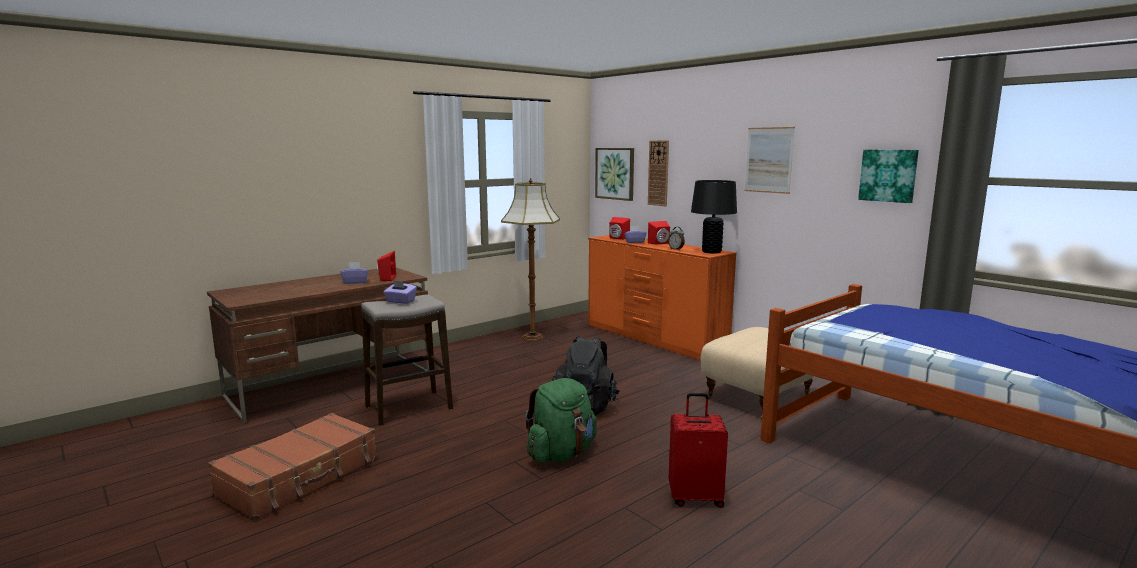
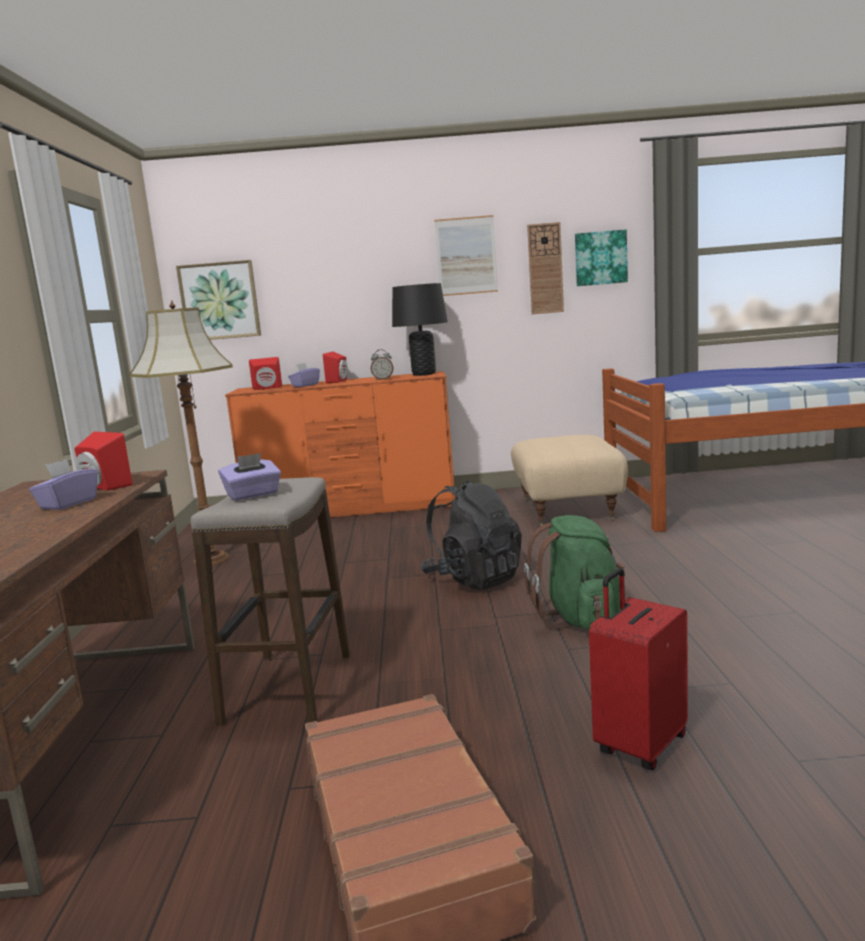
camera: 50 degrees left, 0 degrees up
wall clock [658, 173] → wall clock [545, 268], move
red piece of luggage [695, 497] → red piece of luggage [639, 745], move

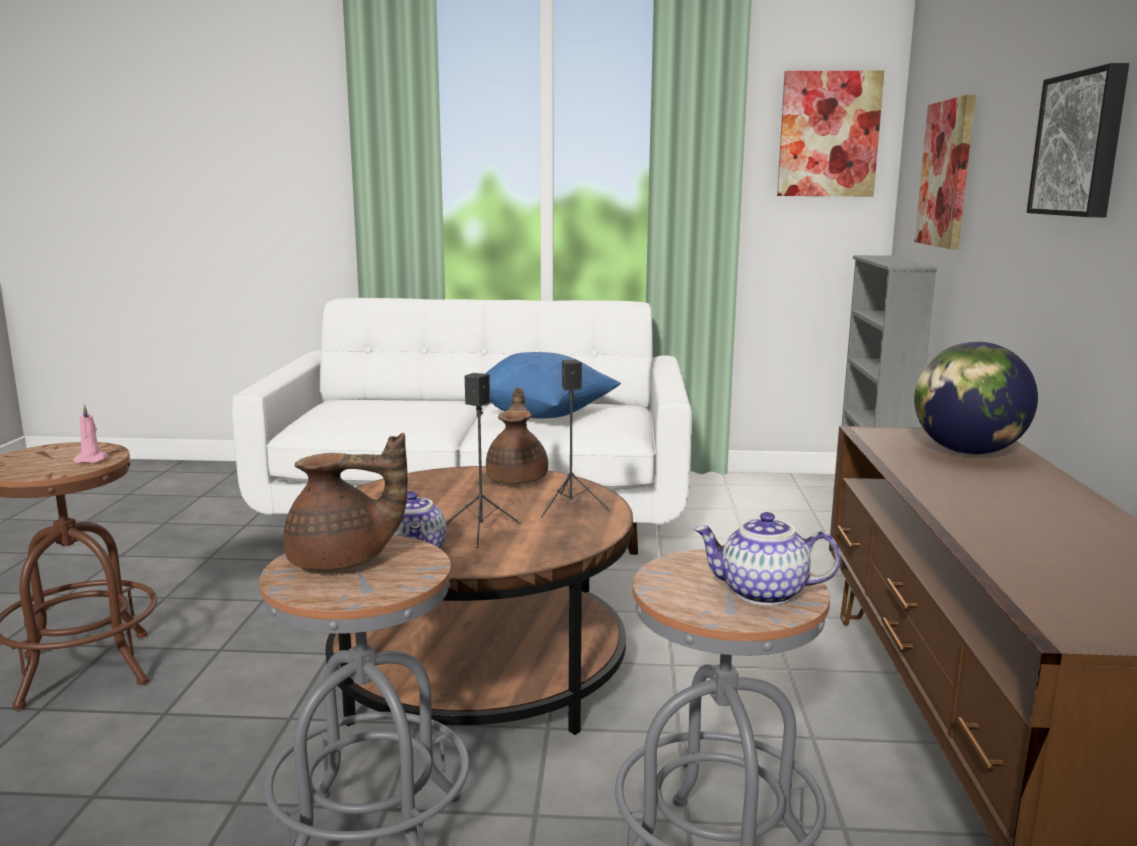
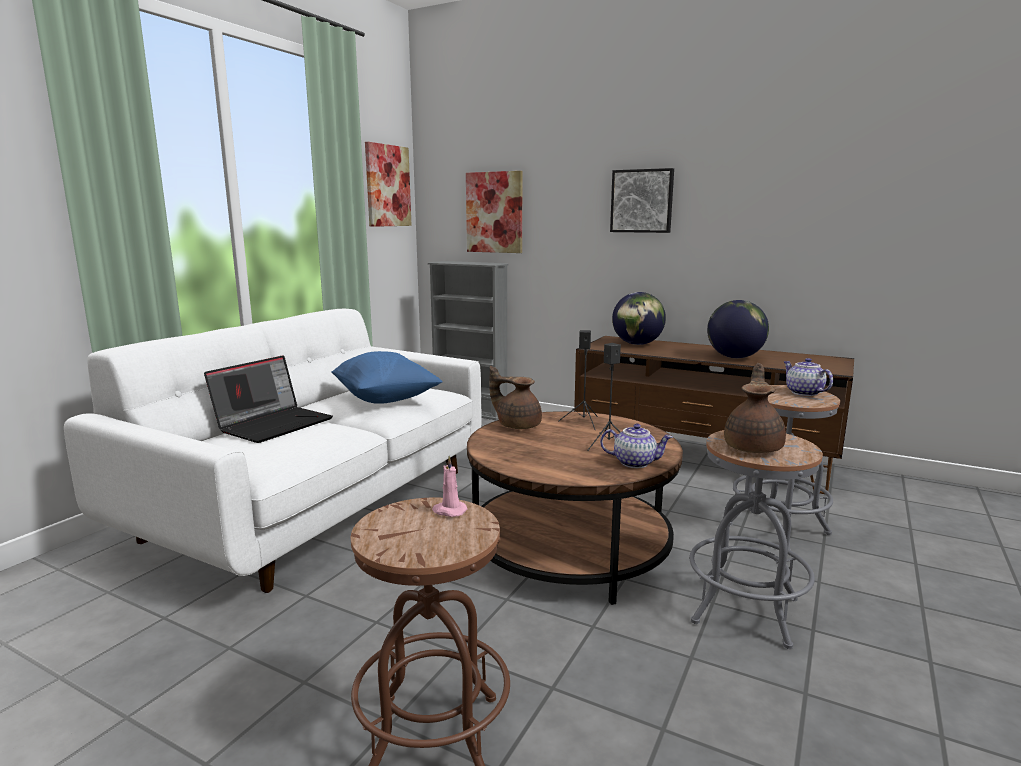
camera: 65 degrees left, 0 degrees up
- → portable computer [274, 424]
- → desk globe [735, 357]
pot for tea [762, 594] → pot for tea [803, 393], 120 degrees clockwise

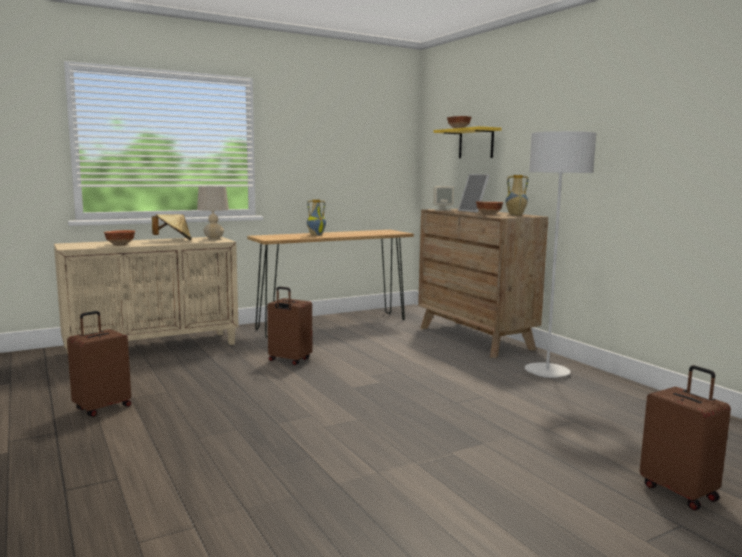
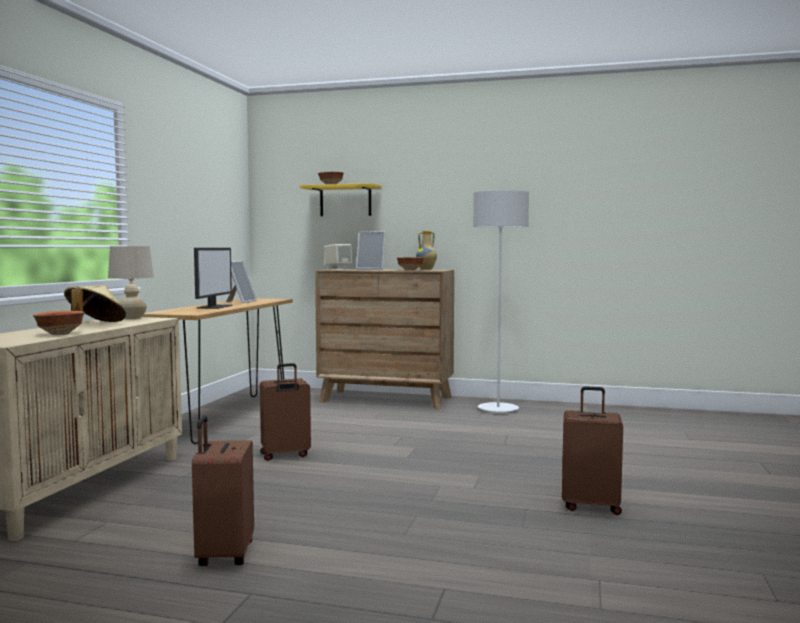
camera: 45 degrees left, 5 degrees down
- → standing frame [240, 302]
brown-coloured piece of luggage [680, 492] → brown-coloured piece of luggage [591, 505], move
vase [316, 235] → computer screen [214, 307]

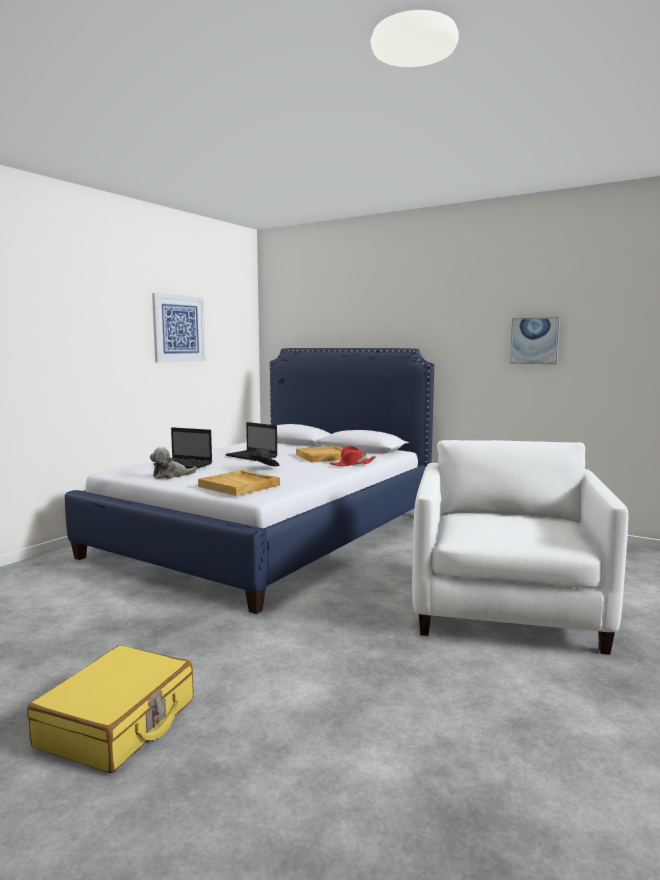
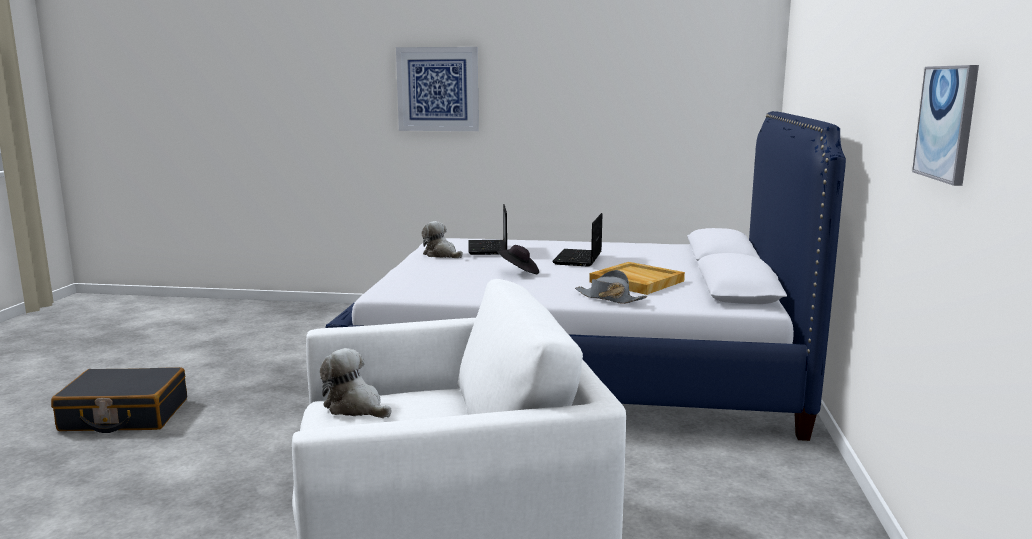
camera: 65 degrees right, 5 degrees up
beige-coloured carrying tray [240, 486] → -
- → plush toy [355, 407]
picture [179, 328] → picture [438, 89], move
yellow-coloured piece of luggage [118, 723] → black piece of luggage [124, 415]
red clothing hat [353, 464] → grey clothing hat [609, 298]

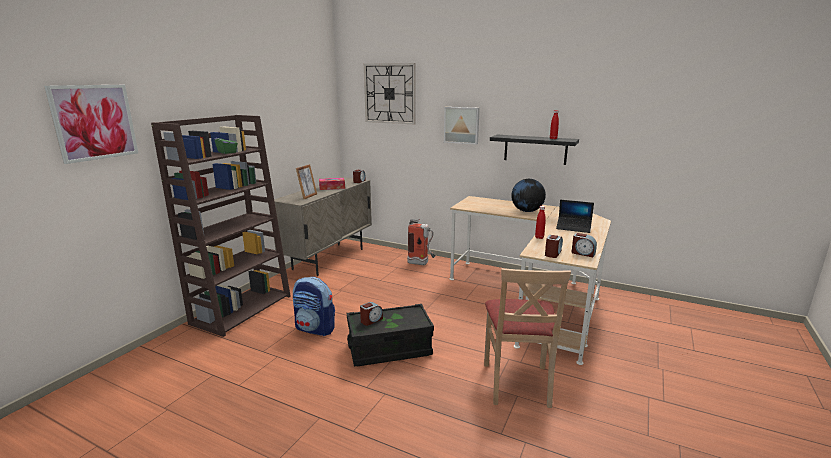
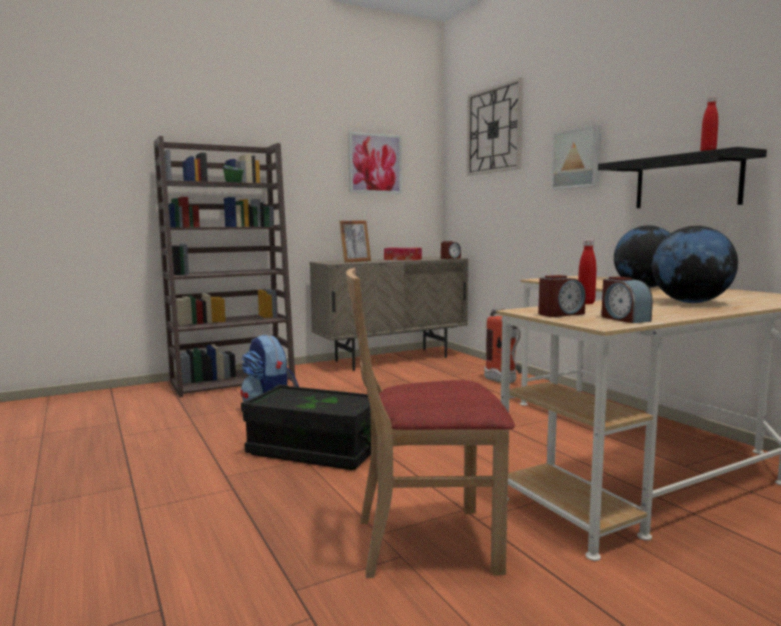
camera: 35 degrees right, 10 degrees down
table clock [371, 320] → -
picture [94, 122] → picture [375, 163], move
portable computer [573, 228] → desk globe [690, 302]
beige-coloured chair [517, 383] → beige-coloured chair [426, 542], 45 degrees clockwise

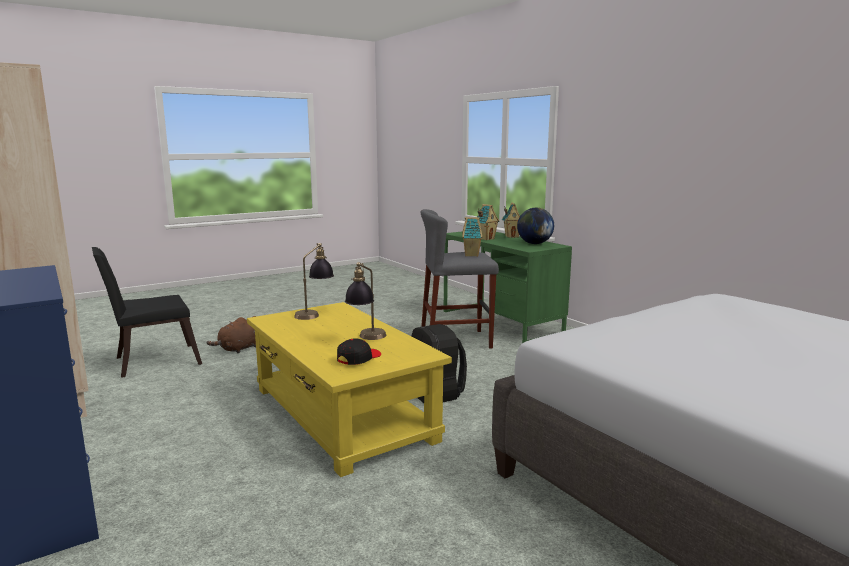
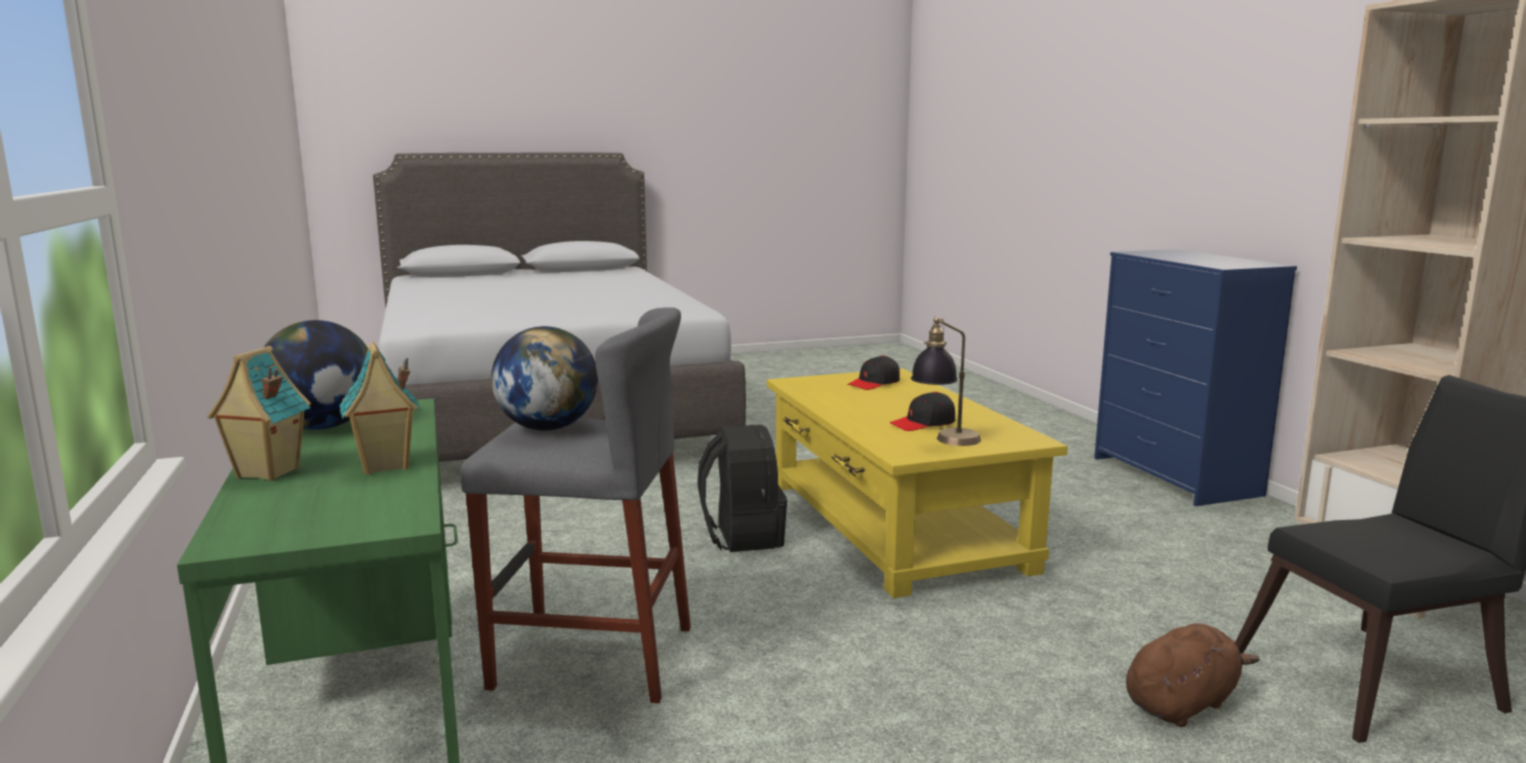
camera: 165 degrees left, 0 degrees up
lamp for a table [366, 339] → -
- → black cap [923, 423]
toy house [472, 255] → desk globe [547, 428]

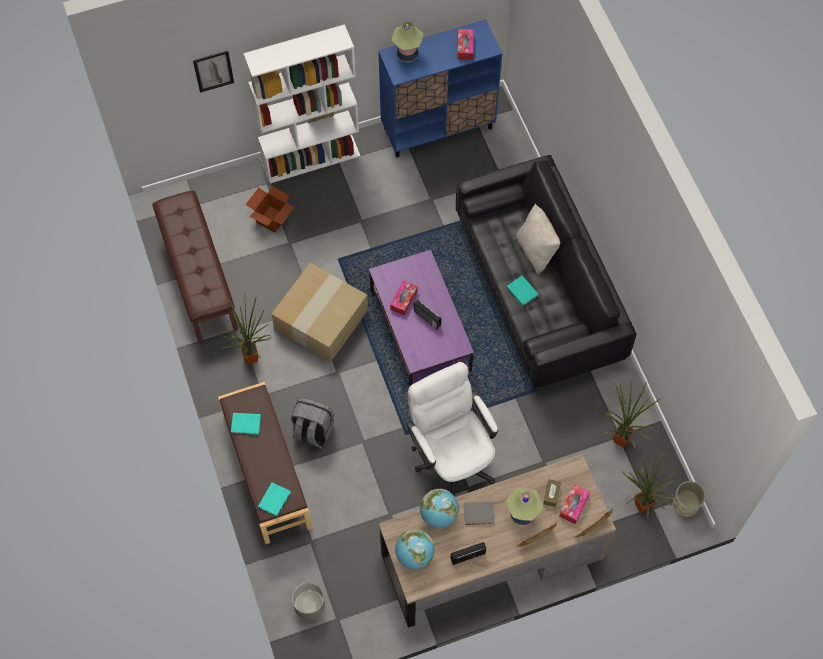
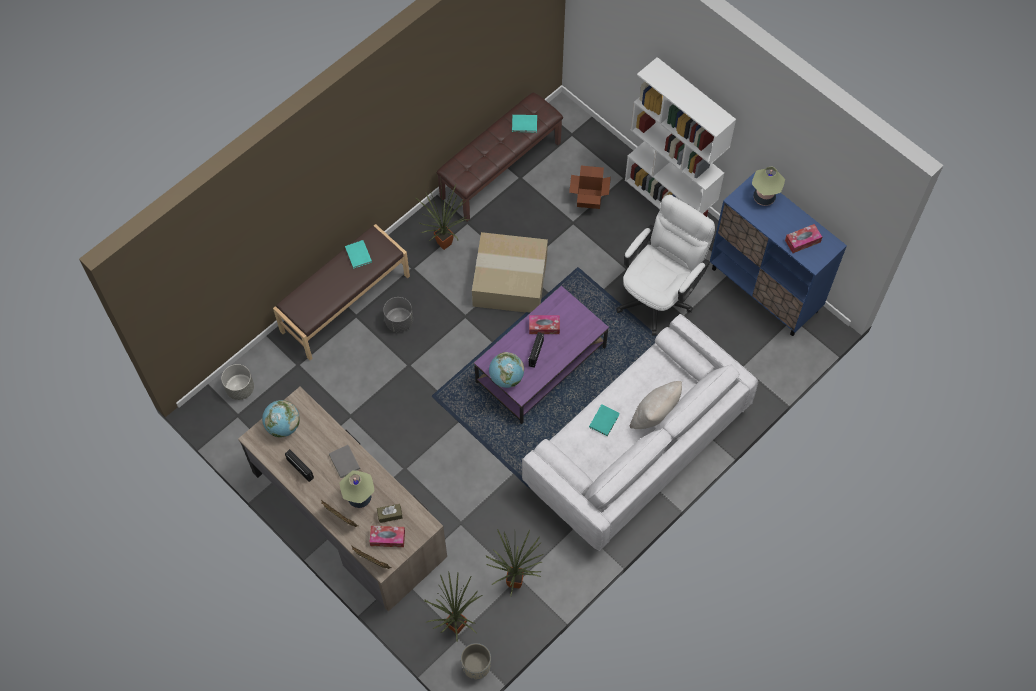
camera: 65 degrees right, 0 degrees up
picture [213, 71] → -
blue-green book [275, 499] → blue-green book [525, 124], move
white desk chair [451, 456] → white desk chair [659, 294], move
desk globe [439, 515] → desk globe [506, 378], move
grey rucksack [312, 431] → grey flower pot [399, 321]
black sofa [538, 290] → white sofa [636, 447]

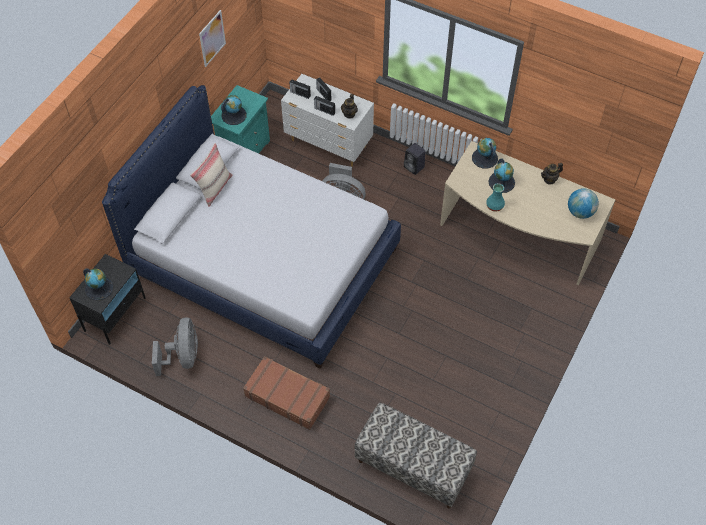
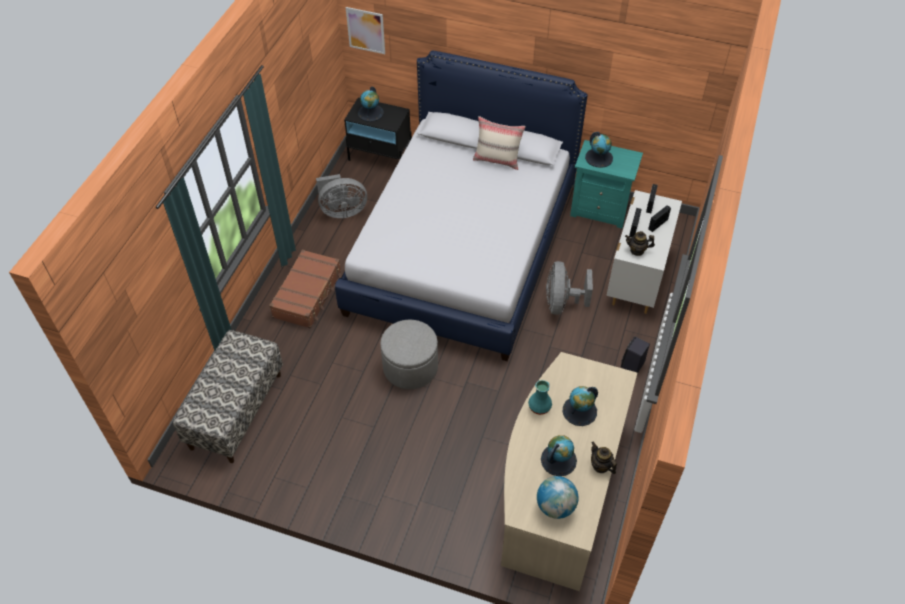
camera: 80 degrees right, 5 degrees down
- → grey footrest [410, 367]
picture [212, 38] → picture [366, 30], move
desk globe [484, 158] → desk globe [558, 460], move

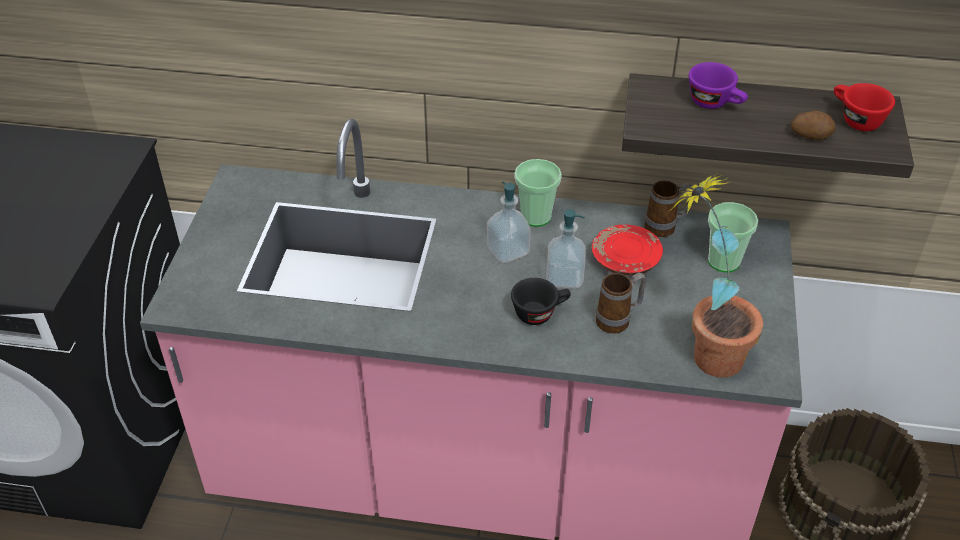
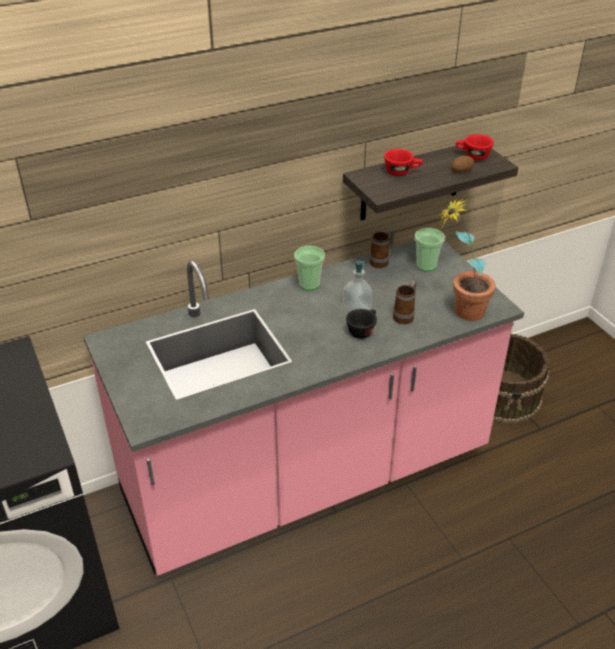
camera: 35 degrees left, 5 degrees down
soap bottle [508, 251] → -
red plate [625, 260] → -
purple cup [715, 103] → red cup [402, 172]

